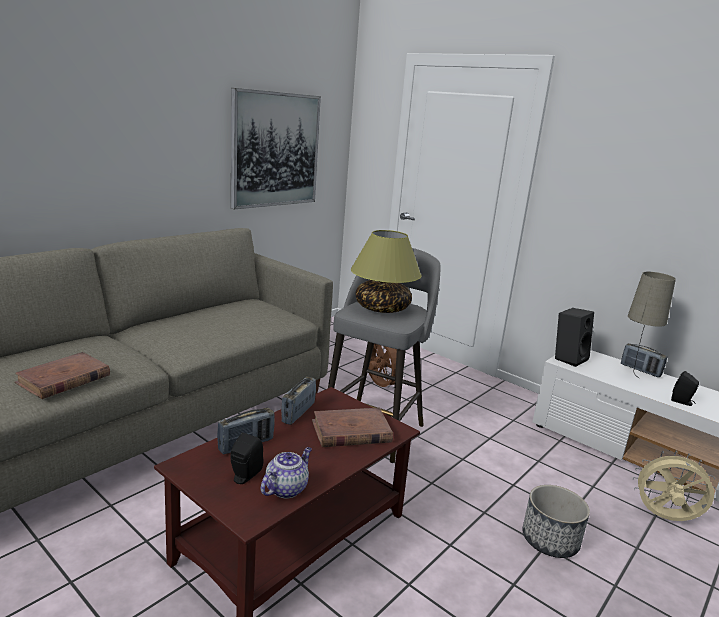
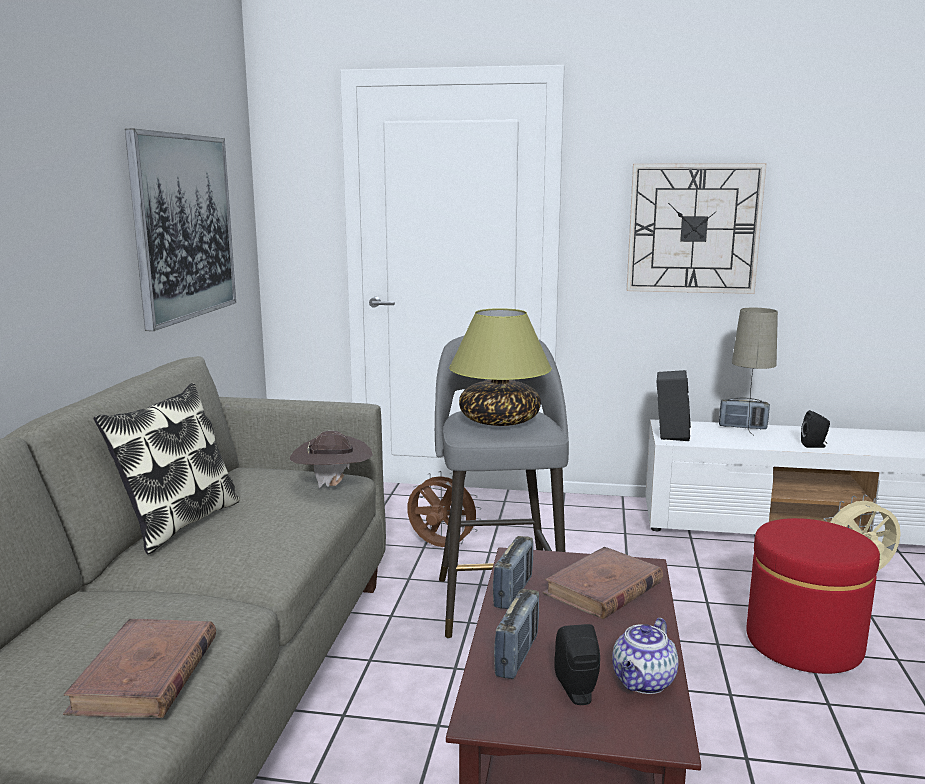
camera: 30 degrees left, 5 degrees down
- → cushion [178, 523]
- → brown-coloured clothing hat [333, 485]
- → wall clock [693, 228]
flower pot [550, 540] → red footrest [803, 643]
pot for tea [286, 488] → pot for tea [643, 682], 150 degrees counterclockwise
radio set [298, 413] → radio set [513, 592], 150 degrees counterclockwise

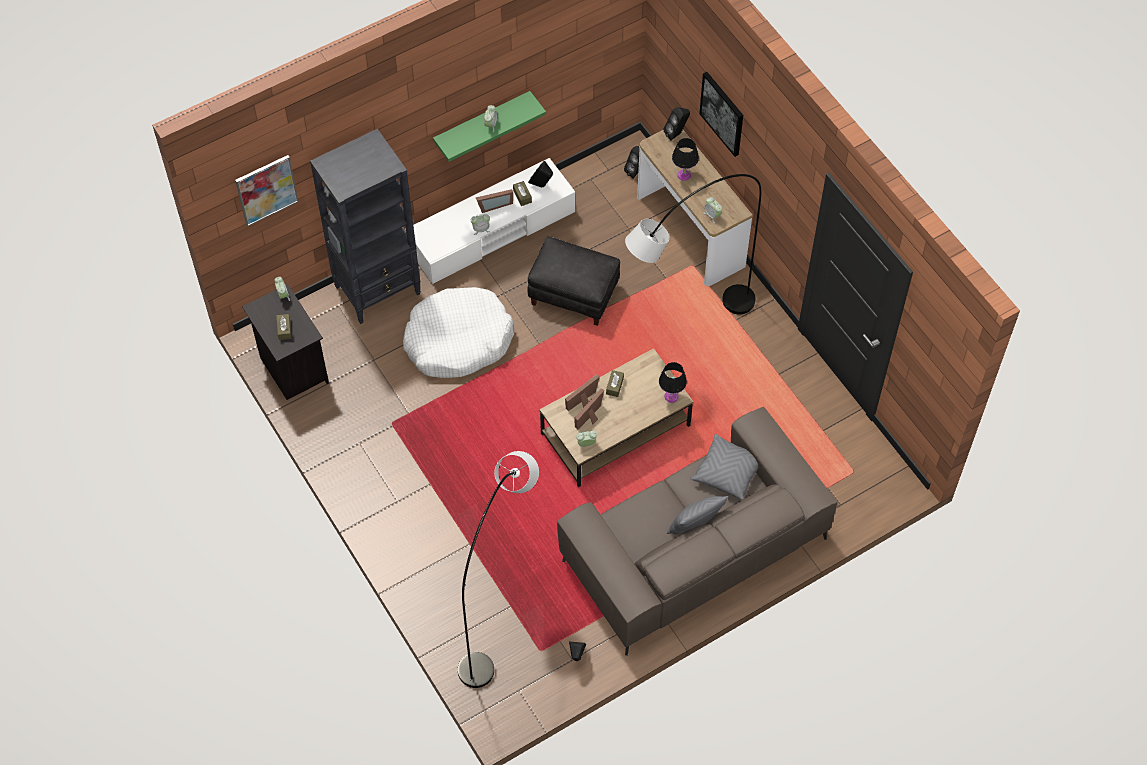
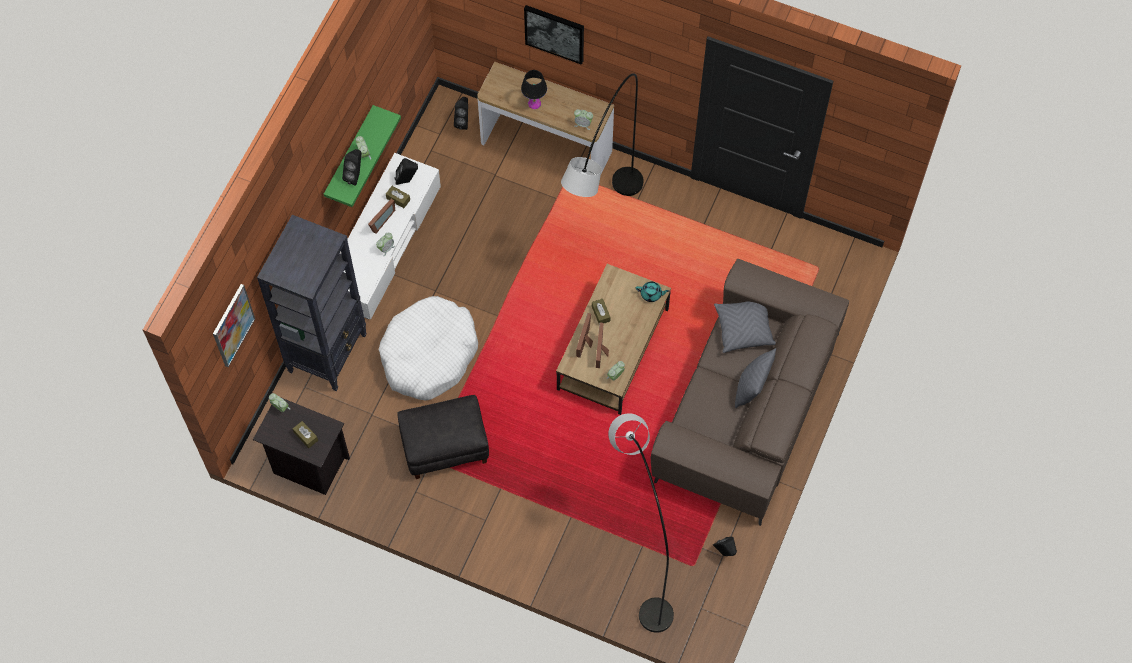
camera: 35 degrees left, 5 degrees up
black footrest [574, 294] → black footrest [445, 446], move
black loudspeaker [676, 133] → black loudspeaker [355, 175], move
black lamp for a table [671, 396] → blue-green pot for tea [651, 294]

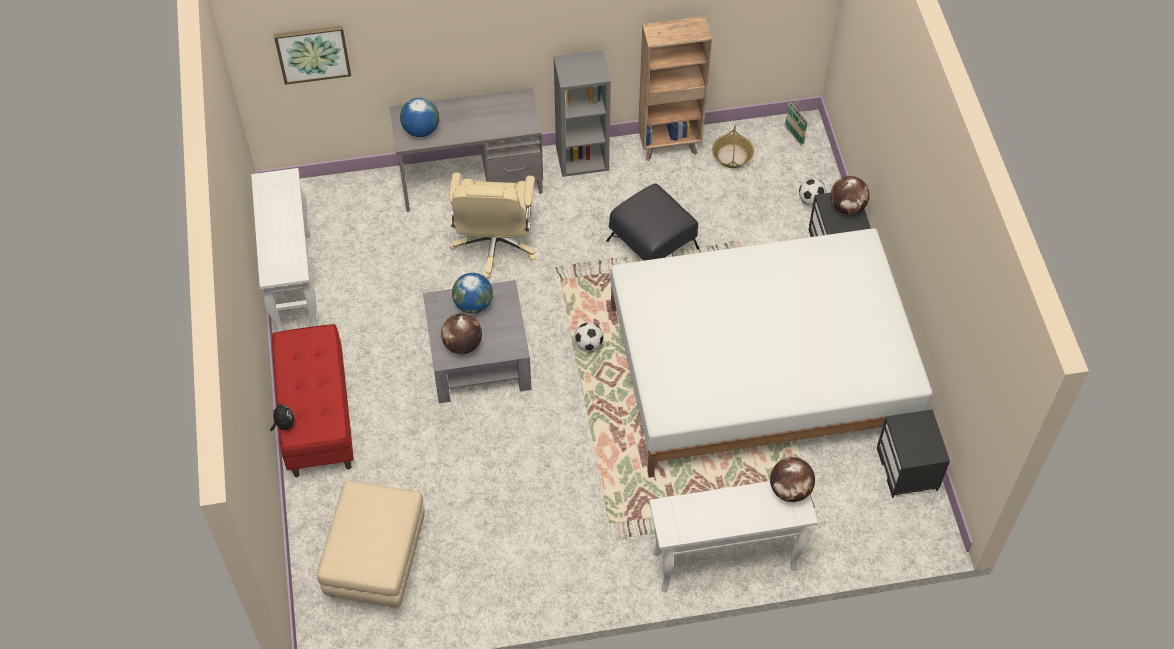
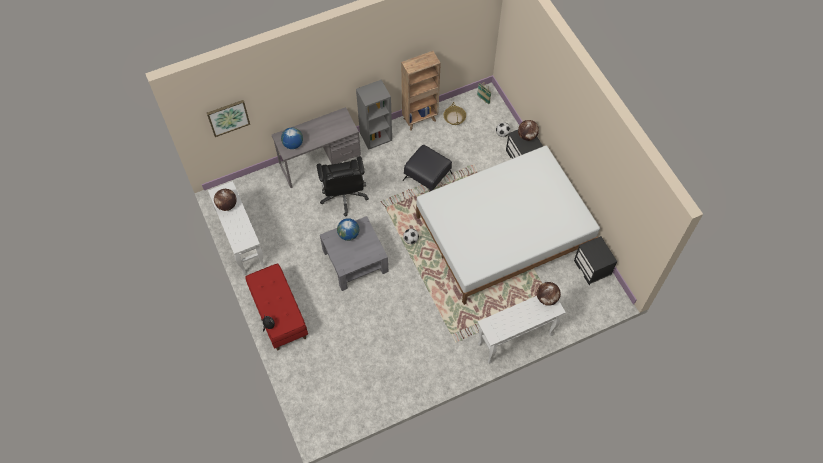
camera: 15 degrees left, 5 degrees up
beige-coloured footrest [377, 563] → -
desk globe [462, 345] → desk globe [227, 205], move
beige-coloured desk chair [494, 245] → black desk chair [344, 196]

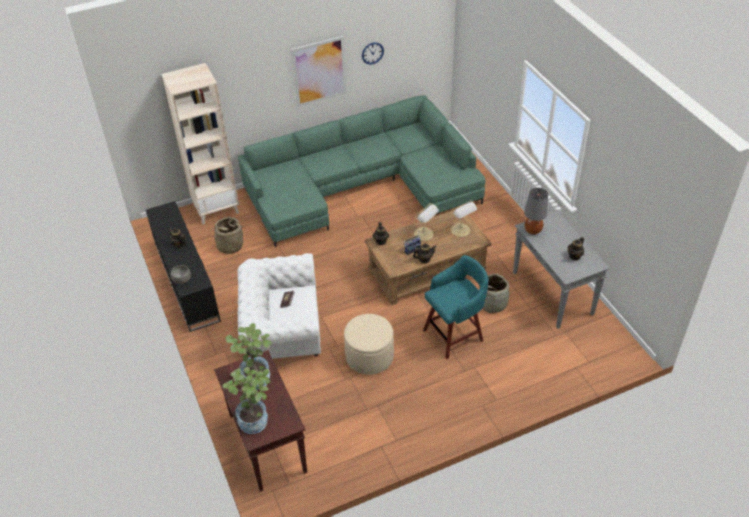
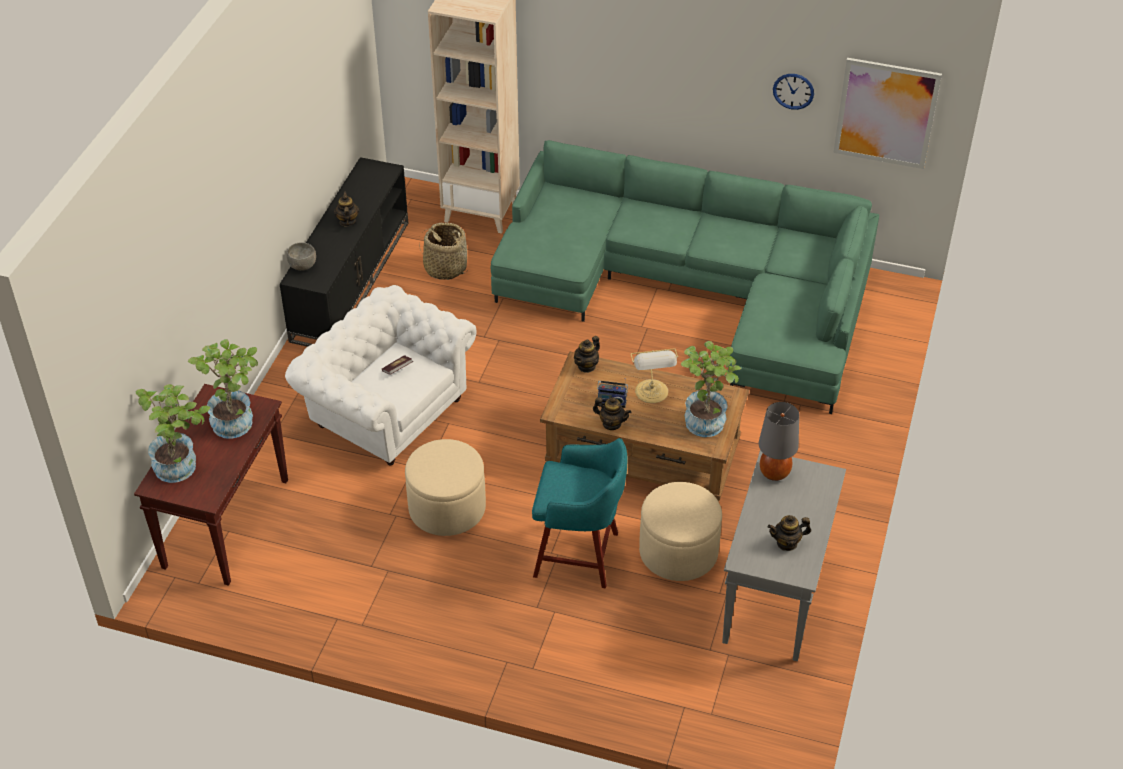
camera: 40 degrees right, 0 degrees up
picture [319, 71] → picture [886, 113], move
lamp for a table [461, 230] → potted plant [706, 418]
basket [493, 303] → beige-coloured footrest [678, 552]

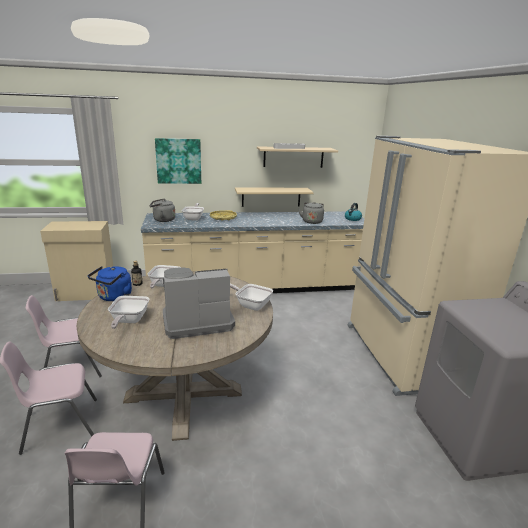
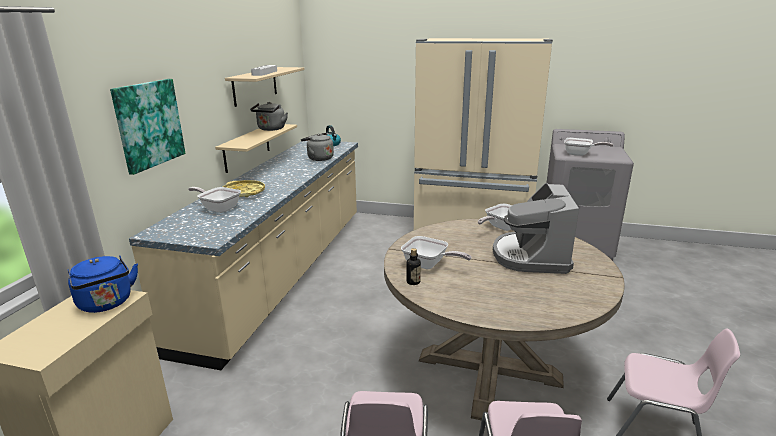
camera: 65 degrees left, 0 degrees up
blue-coloured tea kettle [113, 297] → blue-coloured tea kettle [107, 304], move
pan [128, 321] → pan [580, 154], move
grey tea kettle [162, 220] → grey tea kettle [271, 129], move

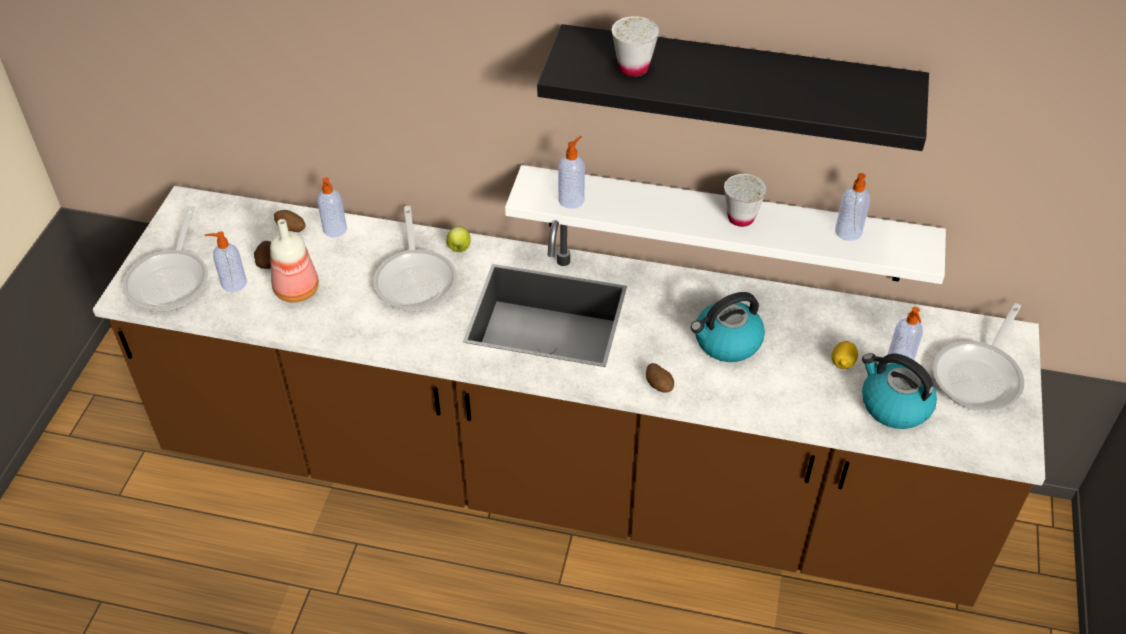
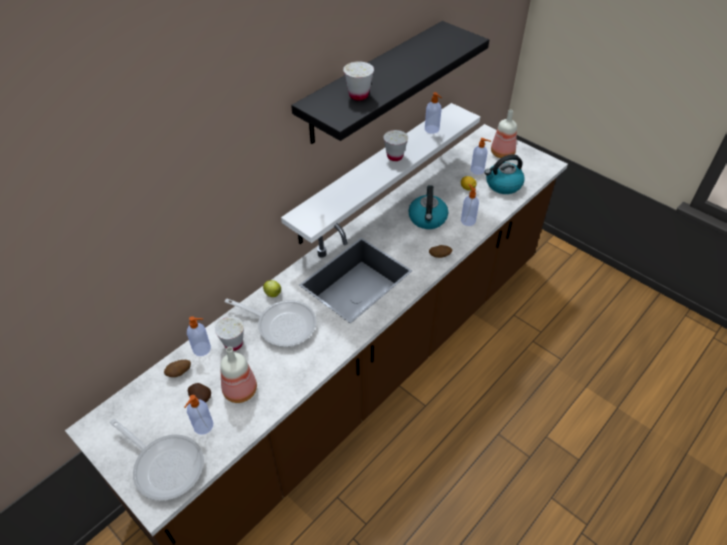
camera: 60 degrees left, 0 degrees up
- → white cup [233, 344]
soap bottle [572, 199] → soap bottle [467, 220], move
pan [980, 376] → drink bottle [502, 153]

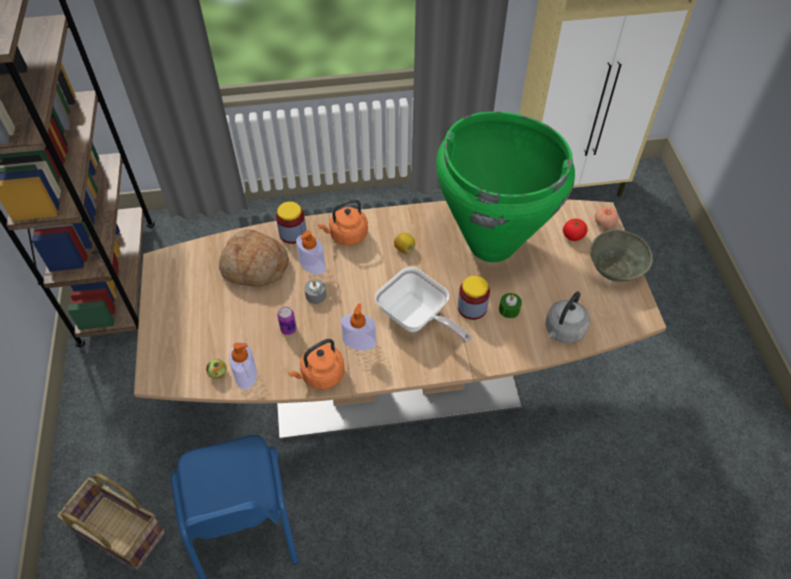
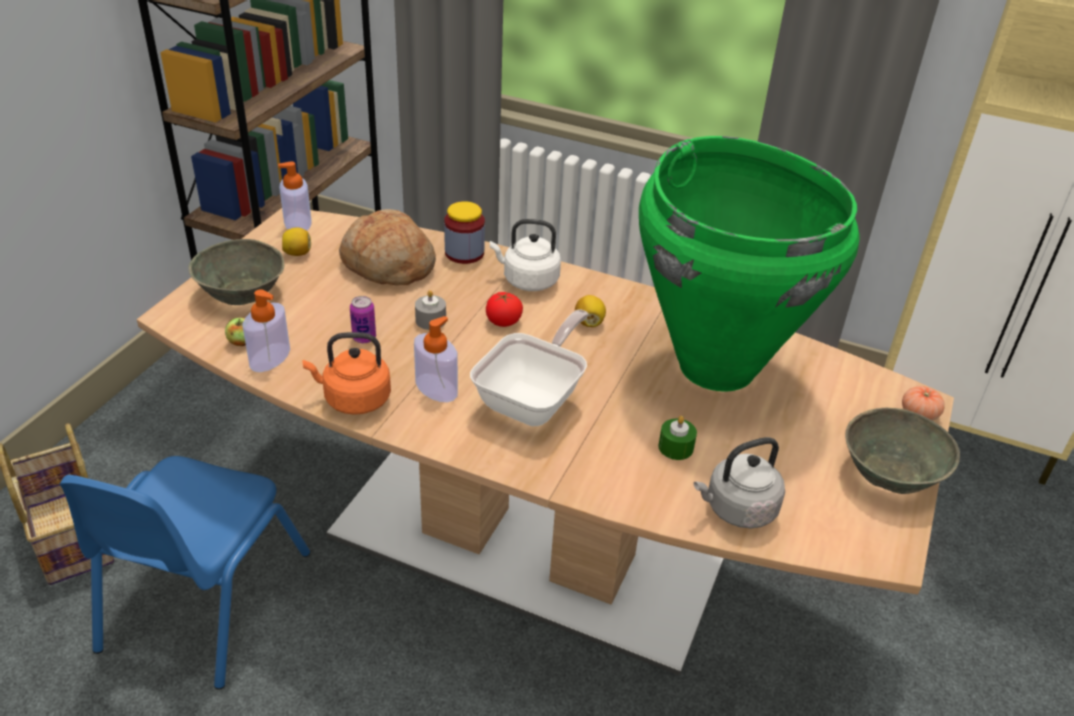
camera: 30 degrees right, 15 degrees down
preserve jar [472, 307] → -
- → grey deep dish [243, 293]
- → lemon [298, 253]
soap bottle [312, 264] → soap bottle [298, 223], move
whole tomato [573, 236] → whole tomato [503, 321], move
orangey tea kettle [346, 235] → white tea kettle [527, 280]
pan [417, 318] → pan [534, 399], 135 degrees counterclockwise

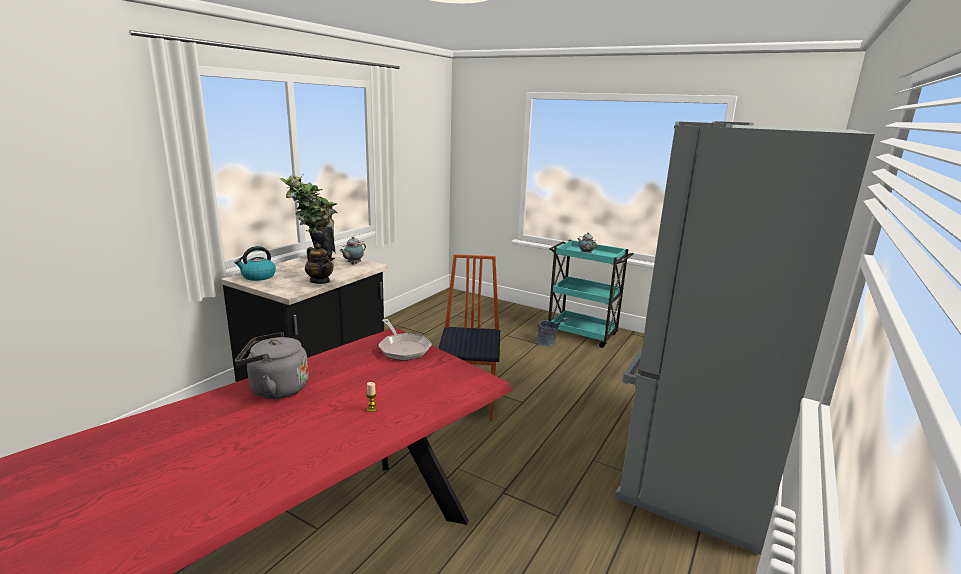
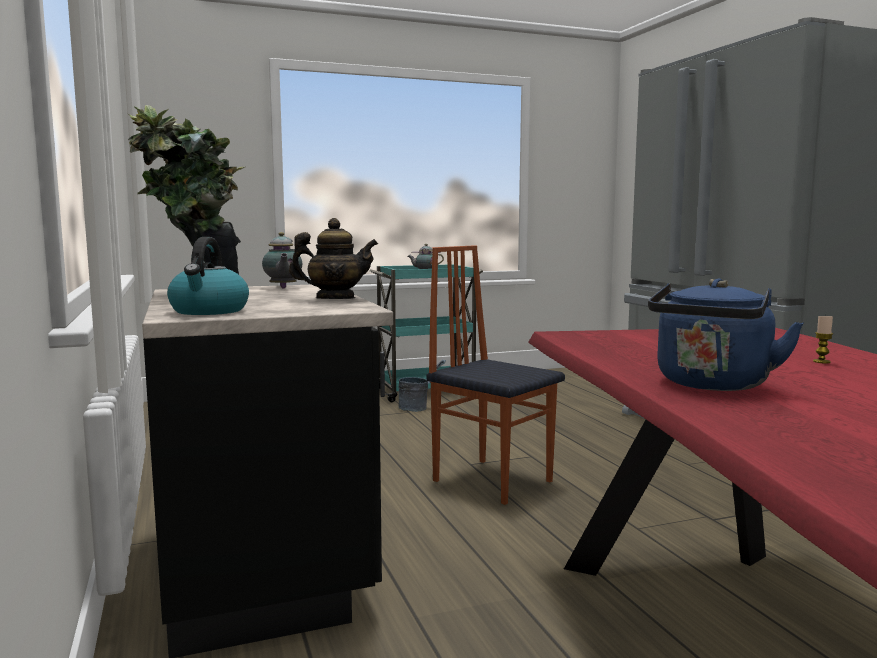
camera: 50 degrees left, 10 degrees down
pan [403, 349] → -
grey tea kettle [275, 389] → blue-coloured tea kettle [711, 385]

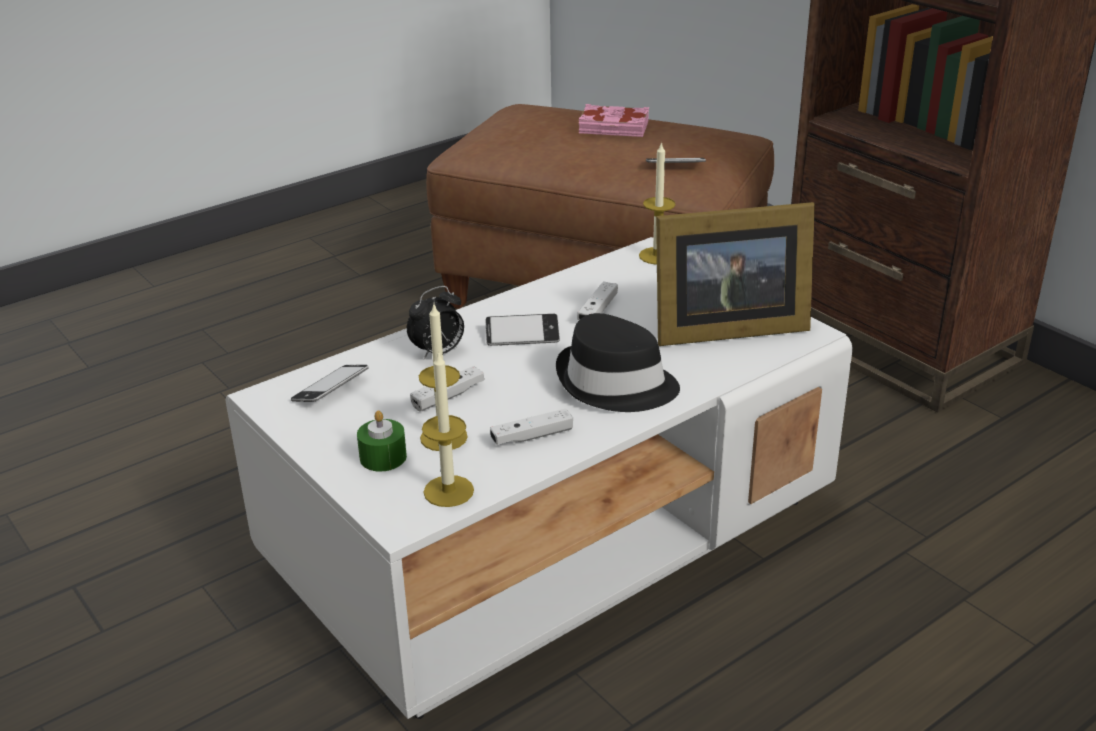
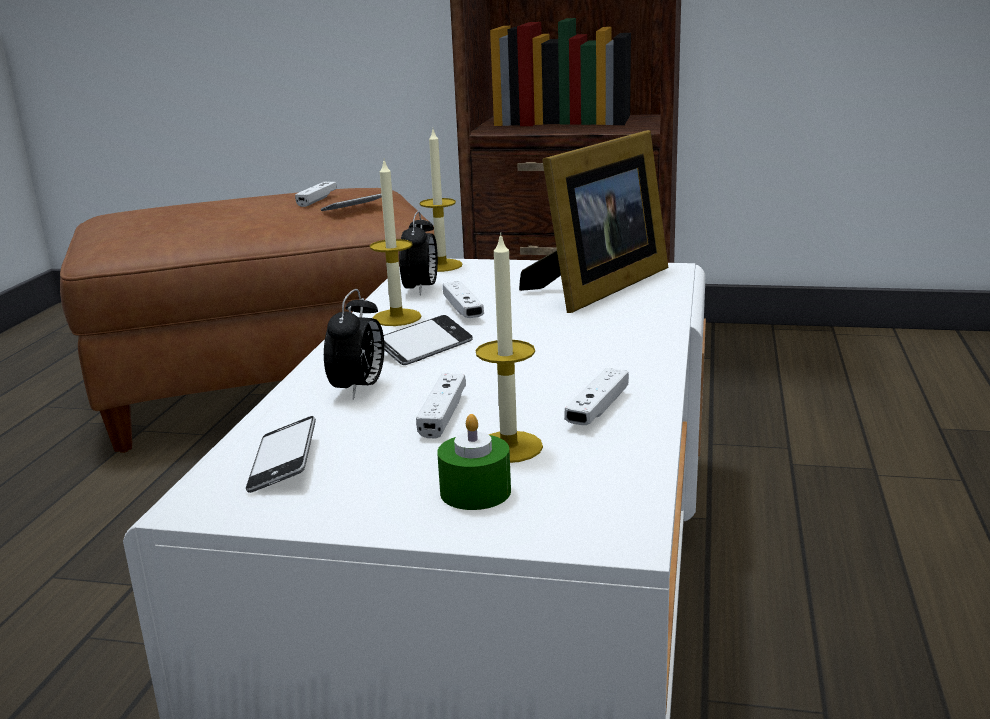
camera: 40 degrees left, 10 degrees down
black clothing hat [615, 384] → -
pink book [613, 128] → -
- → white gamepad [317, 200]
- → table clock [421, 289]
wax candle [448, 491] → wax candle [397, 317], move

